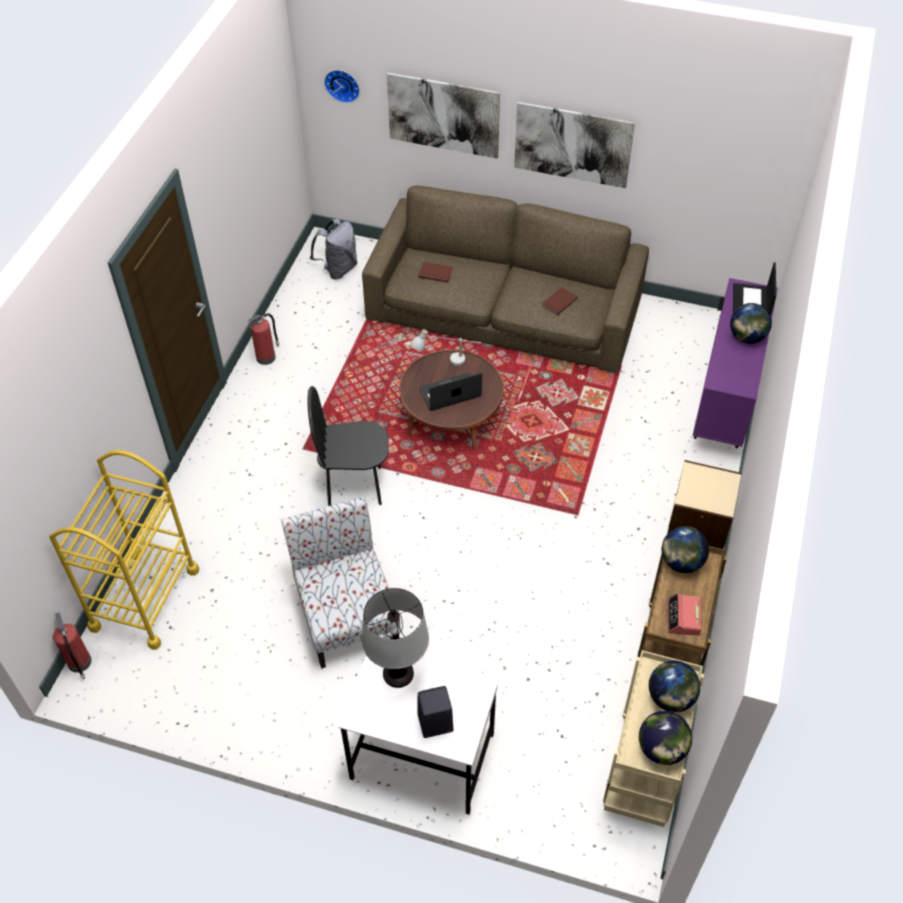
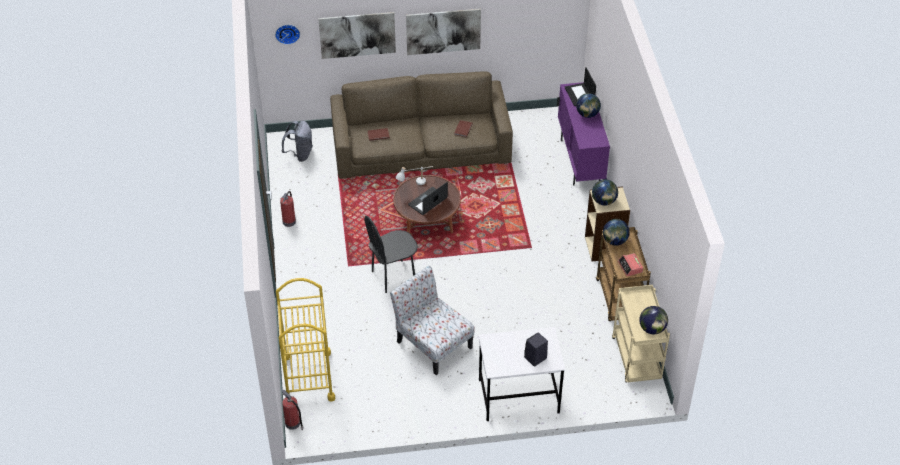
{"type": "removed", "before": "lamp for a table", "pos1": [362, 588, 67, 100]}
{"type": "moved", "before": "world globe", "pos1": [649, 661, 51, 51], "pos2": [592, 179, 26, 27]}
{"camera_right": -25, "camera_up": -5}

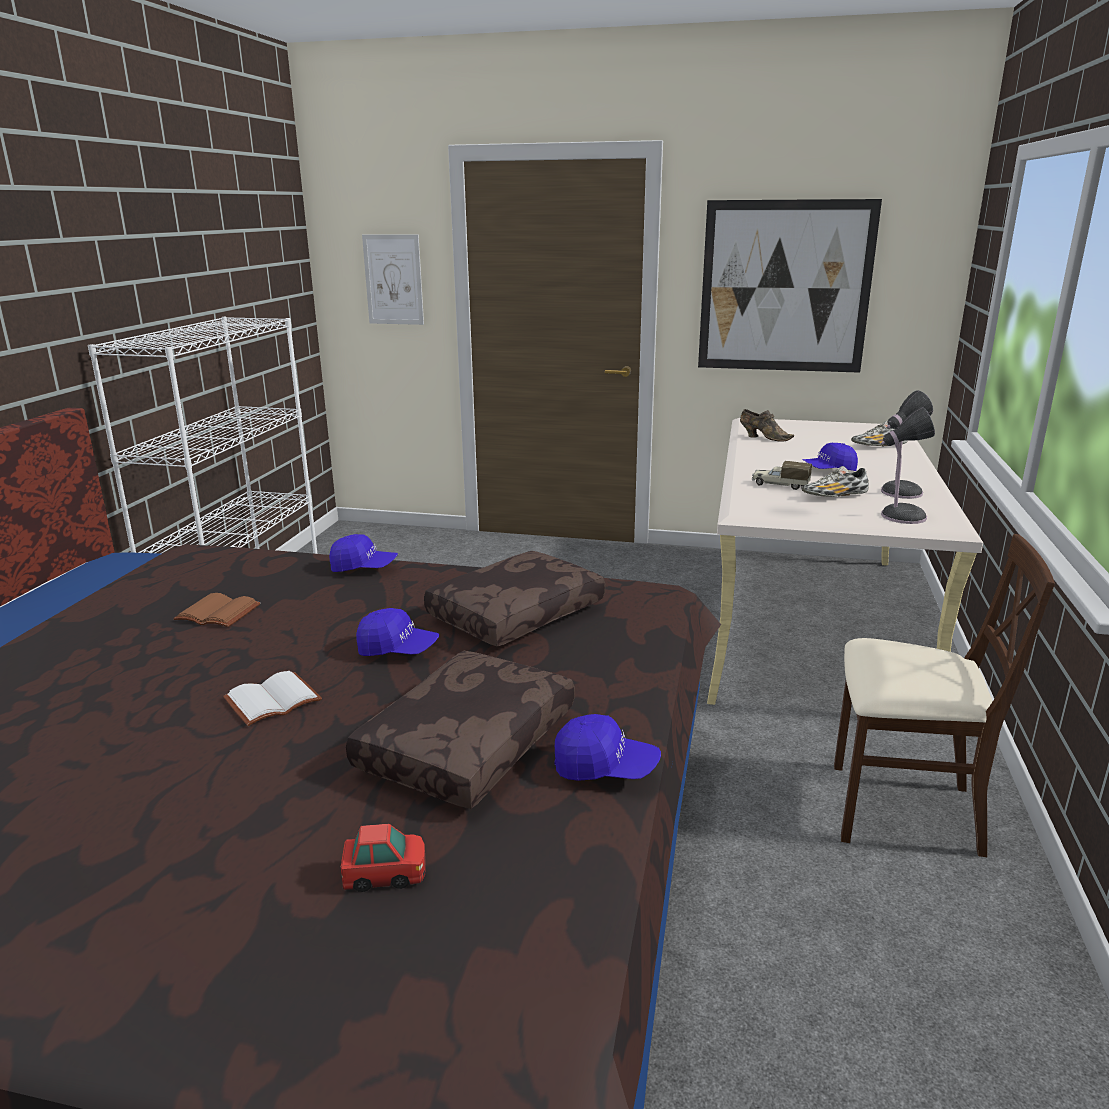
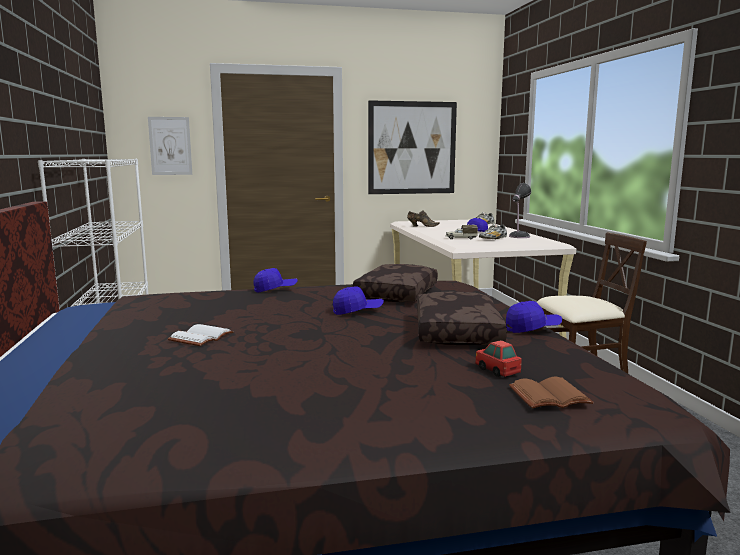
{"type": "moved", "before": "bound book in brown-coloured", "pos1": [173, 593, 87, 34], "pos2": [509, 377, 85, 32]}
{"type": "moved", "before": "bound book in whitish", "pos1": [223, 671, 99, 55], "pos2": [168, 324, 65, 22]}
{"type": "turned", "before": "toy car", "pos1": [340, 824, 86, 68], "pos2": [476, 340, 46, 37], "turn": -90}
{"type": "removed", "before": "lamp for a table", "pos1": [881, 407, 54, 117]}
{"camera_right": -25, "camera_up": -10}

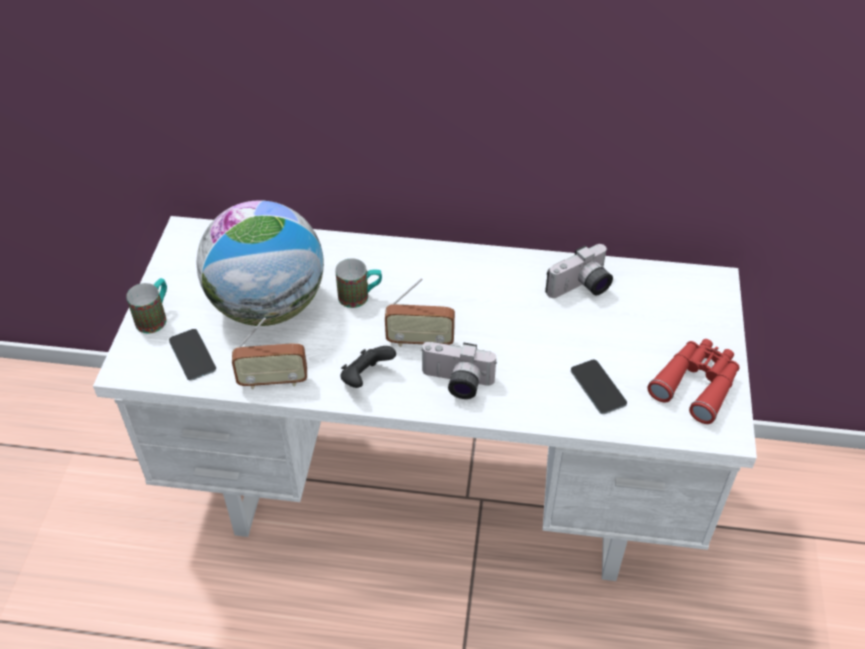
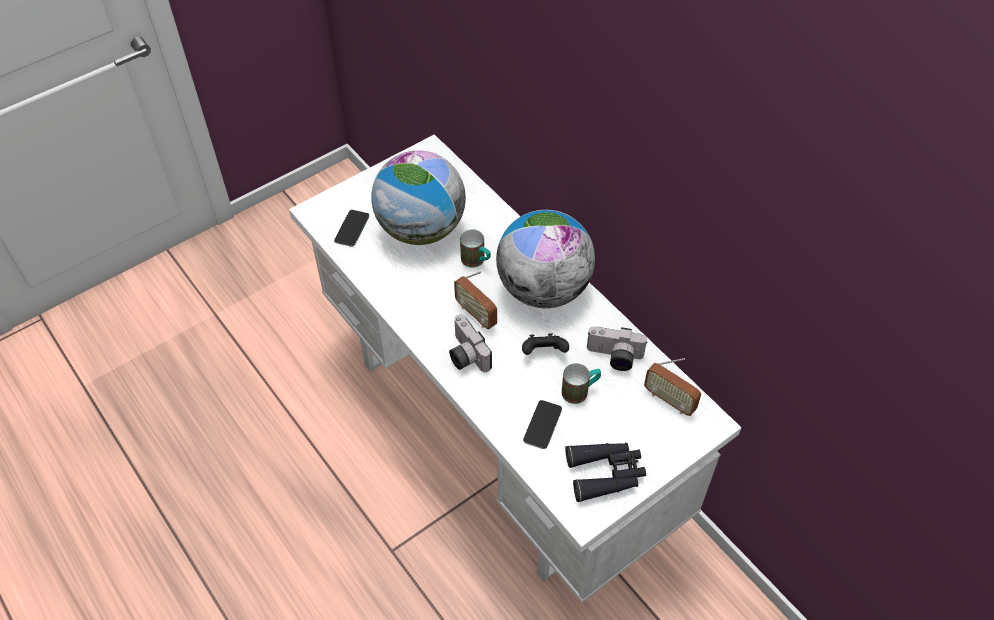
{"type": "moved", "before": "mug", "pos1": [126, 278, 41, 55], "pos2": [562, 363, 39, 41]}
{"type": "moved", "before": "radio", "pos1": [232, 318, 75, 71], "pos2": [644, 358, 57, 58]}
{"type": "moved", "before": "gamepad in blackish", "pos1": [340, 346, 56, 42], "pos2": [522, 333, 47, 22]}
{"type": "recoloured", "before": "field glasses in red", "after": "field glasses in blackish", "pos1": [647, 339, 93, 85], "pos2": [565, 443, 81, 59]}
{"type": "added", "after": "world globe", "pos2": [496, 210, 99, 98]}
{"camera_right": 45, "camera_up": 5}

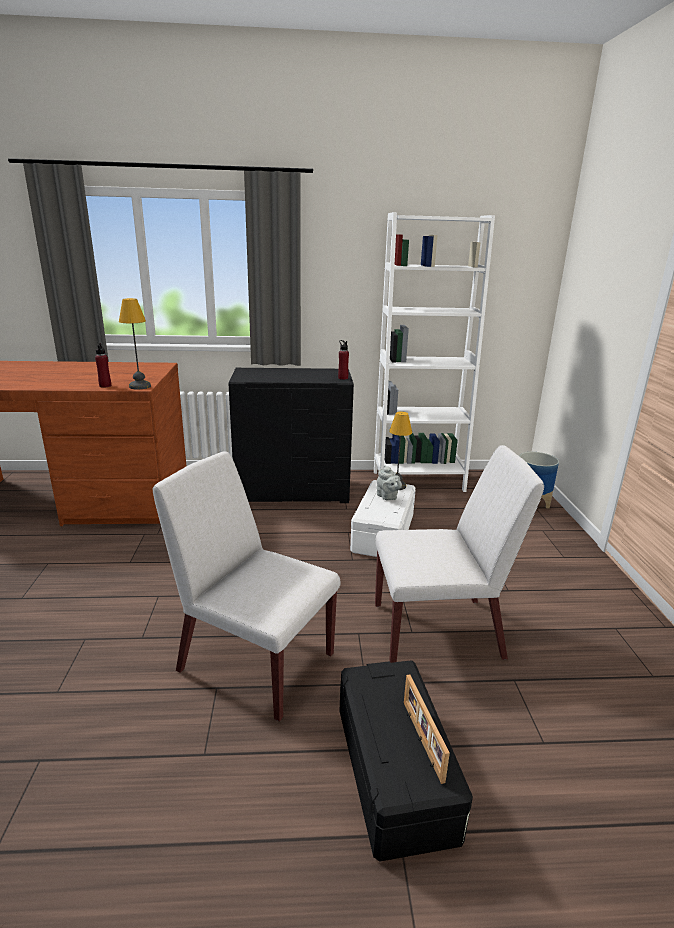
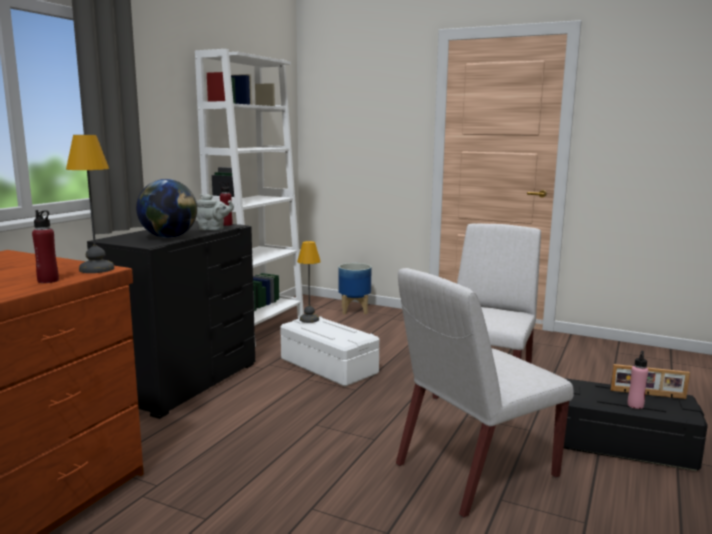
{"type": "moved", "before": "teapot in greyish", "pos1": [377, 465, 25, 35], "pos2": [196, 194, 38, 36]}
{"type": "added", "after": "world globe", "pos2": [136, 179, 61, 59]}
{"type": "added", "after": "beverage bottle in pink", "pos2": [627, 351, 21, 58]}
{"camera_right": -60, "camera_up": -10}

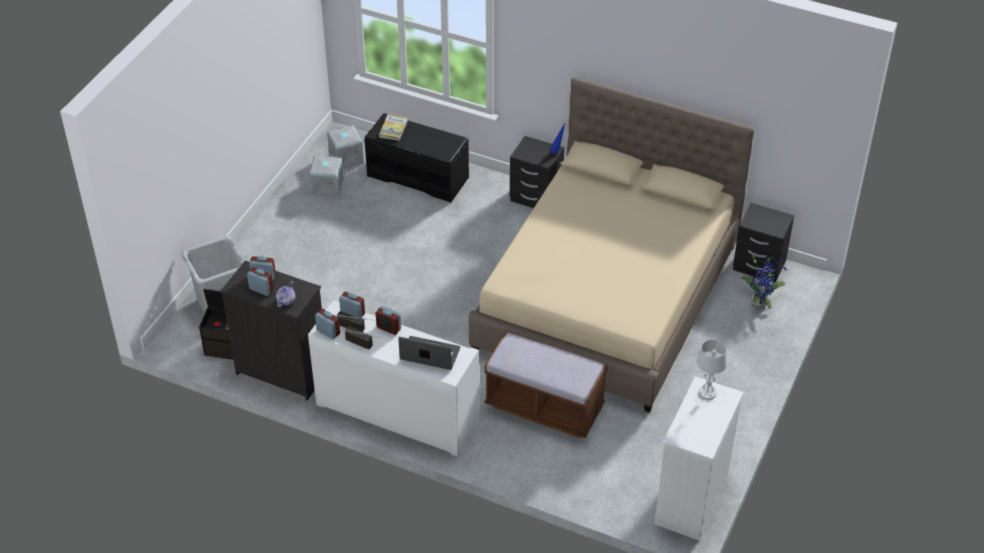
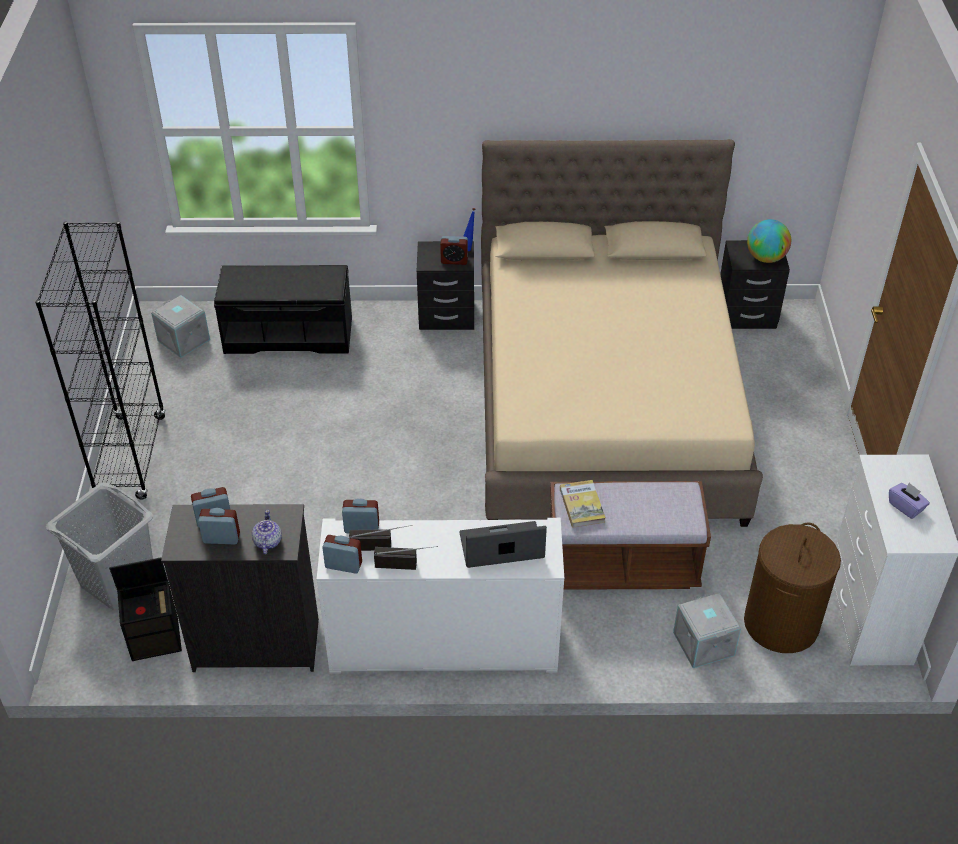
{"type": "moved", "before": "storage bin in greyish", "pos1": [309, 155, 35, 43], "pos2": [673, 593, 68, 75]}
{"type": "moved", "before": "table clock", "pos1": [376, 306, 25, 29], "pos2": [440, 236, 28, 29]}
{"type": "moved", "before": "bound book", "pos1": [379, 114, 29, 27], "pos2": [560, 480, 46, 48]}
{"type": "removed", "before": "lamp for a table in whitish", "pos1": [697, 340, 30, 60]}
{"type": "removed", "before": "houseplant", "pos1": [741, 253, 46, 56]}
{"type": "added", "after": "bookshelf in blackish", "pos2": [35, 221, 131, 279]}
{"type": "added", "after": "hamper in brown-coloured", "pos2": [744, 522, 97, 131]}
{"type": "added", "after": "world globe", "pos2": [747, 219, 44, 44]}
{"type": "added", "after": "box of tissues in purple", "pos2": [889, 483, 41, 36]}
{"camera_right": -25, "camera_up": 0}

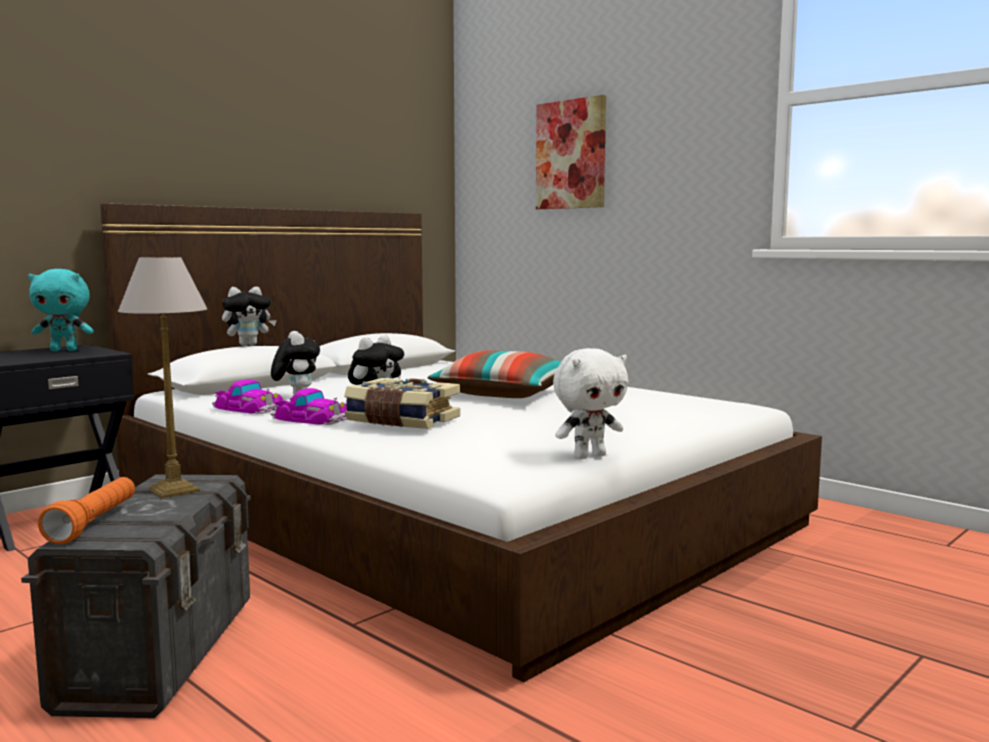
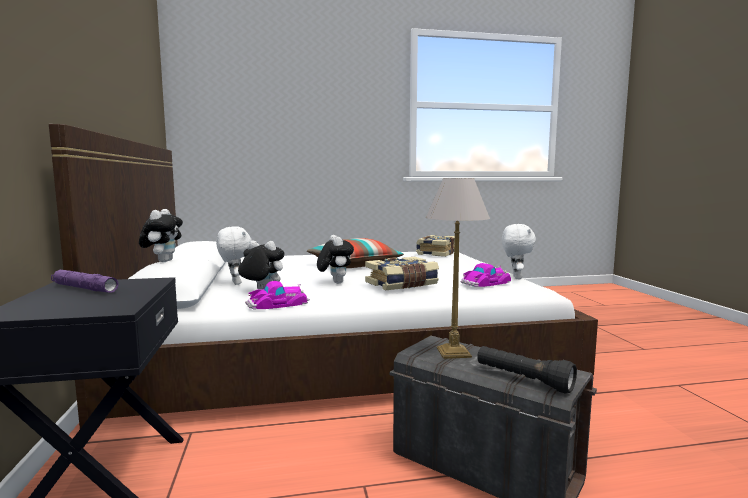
{"type": "replaced", "before": "soft toy in turquoise", "after": "hand torch in purple", "pos1": [28, 269, 66, 82], "pos2": [51, 270, 68, 23]}
{"type": "recoloured", "before": "hand torch in orange-coloured", "after": "hand torch in blackish", "pos1": [38, 477, 97, 67], "pos2": [477, 346, 100, 48]}
{"type": "moved", "before": "toy car", "pos1": [271, 388, 76, 37], "pos2": [461, 263, 50, 24]}
{"type": "removed", "before": "wall picture", "pos1": [536, 95, 70, 114]}
{"type": "added", "after": "soft toy in whitish", "pos2": [216, 226, 36, 59]}
{"type": "added", "after": "bound book", "pos2": [416, 235, 39, 22]}
{"camera_right": -55, "camera_up": 0}

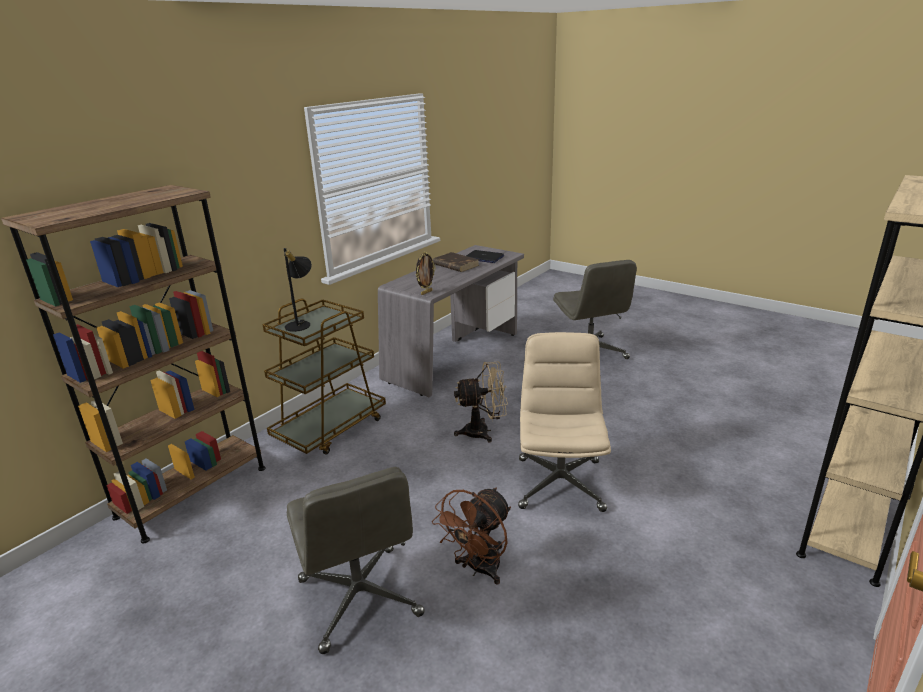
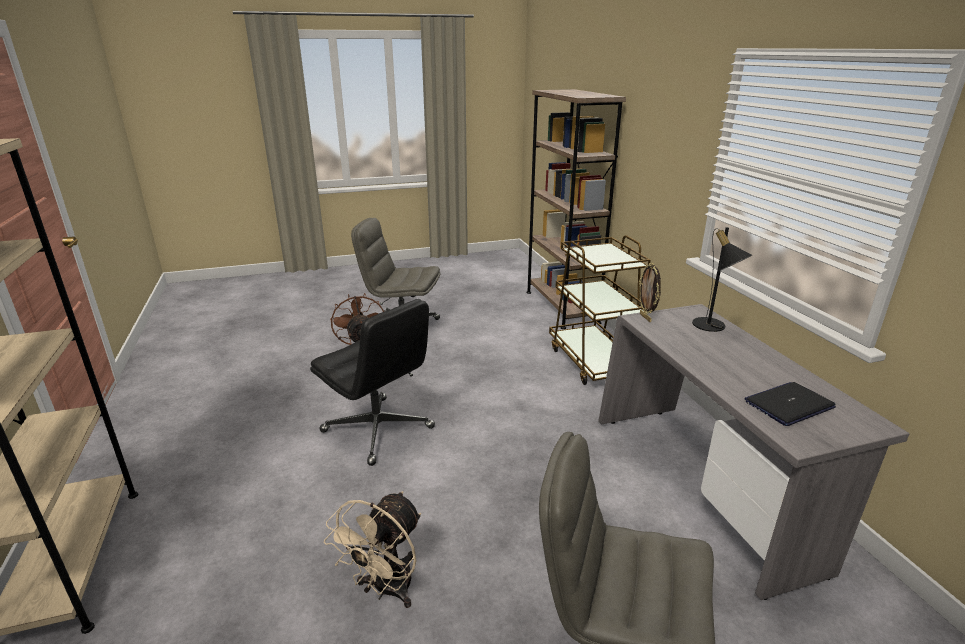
{"type": "moved", "before": "lamp for a table in blackish", "pos1": [284, 248, 28, 84], "pos2": [692, 227, 60, 105]}
{"type": "removed", "before": "bound book in brown-coloured", "pos1": [432, 252, 47, 20]}
{"type": "moved", "before": "cooling fan in beige-coloured", "pos1": [454, 361, 54, 82], "pos2": [324, 491, 97, 117]}
{"type": "recoloured", "before": "computer chair in beige-coloured", "after": "computer chair in blackish", "pos1": [518, 332, 93, 180], "pos2": [310, 299, 125, 167]}
{"camera_right": 125, "camera_up": 0}

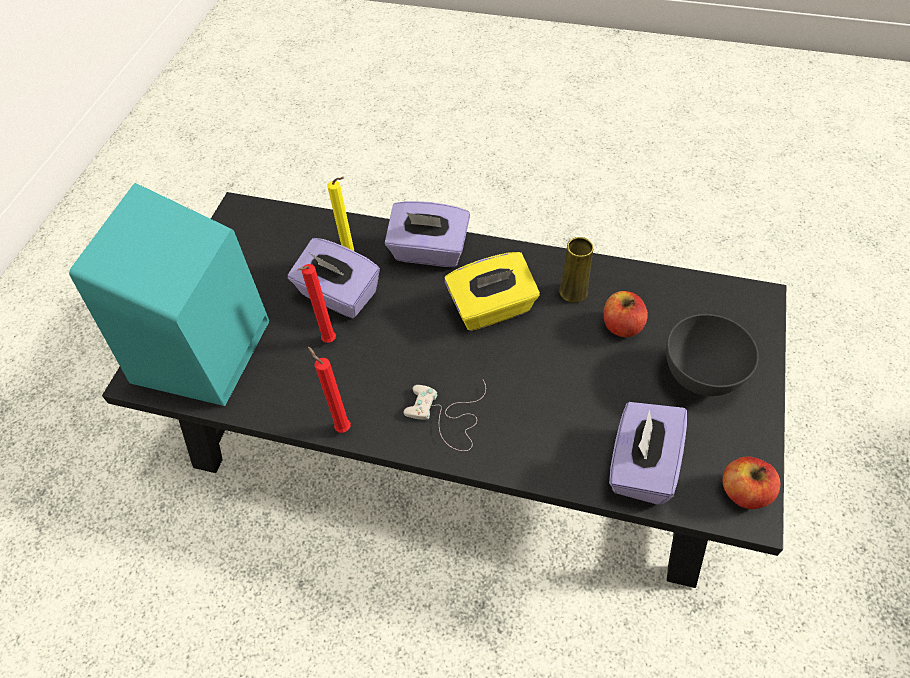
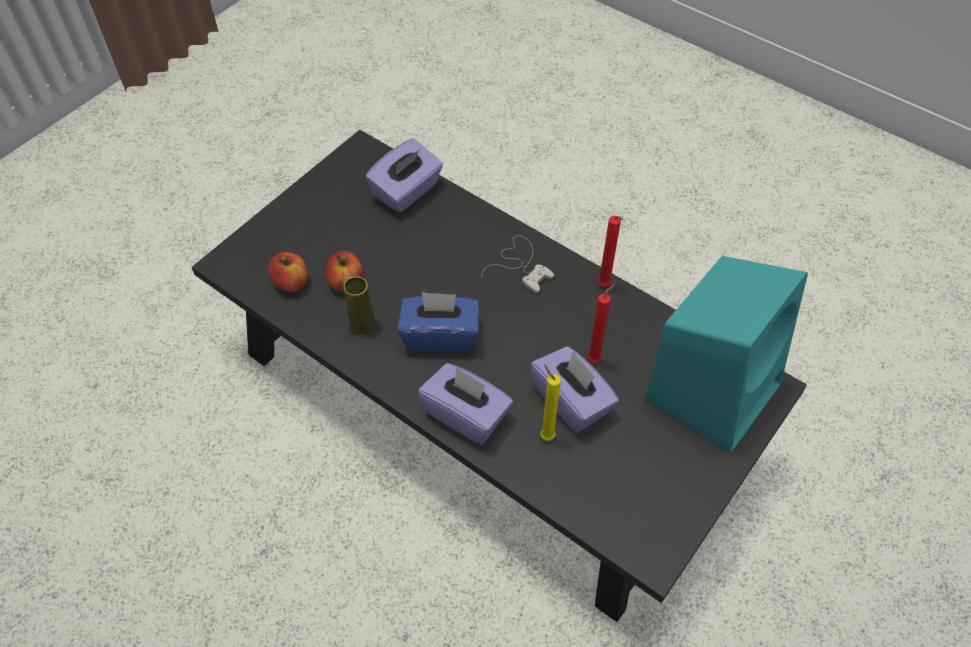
{"type": "recoloured", "before": "box of tissues in yellow-coloured", "after": "box of tissues in bluish", "pos1": [444, 252, 96, 79], "pos2": [398, 292, 81, 60]}
{"type": "removed", "before": "serving bowl in greyish", "pos1": [666, 314, 93, 82]}
{"type": "moved", "before": "whole apple", "pos1": [722, 457, 58, 52], "pos2": [268, 252, 39, 40]}
{"camera_right": -160, "camera_up": 0}

